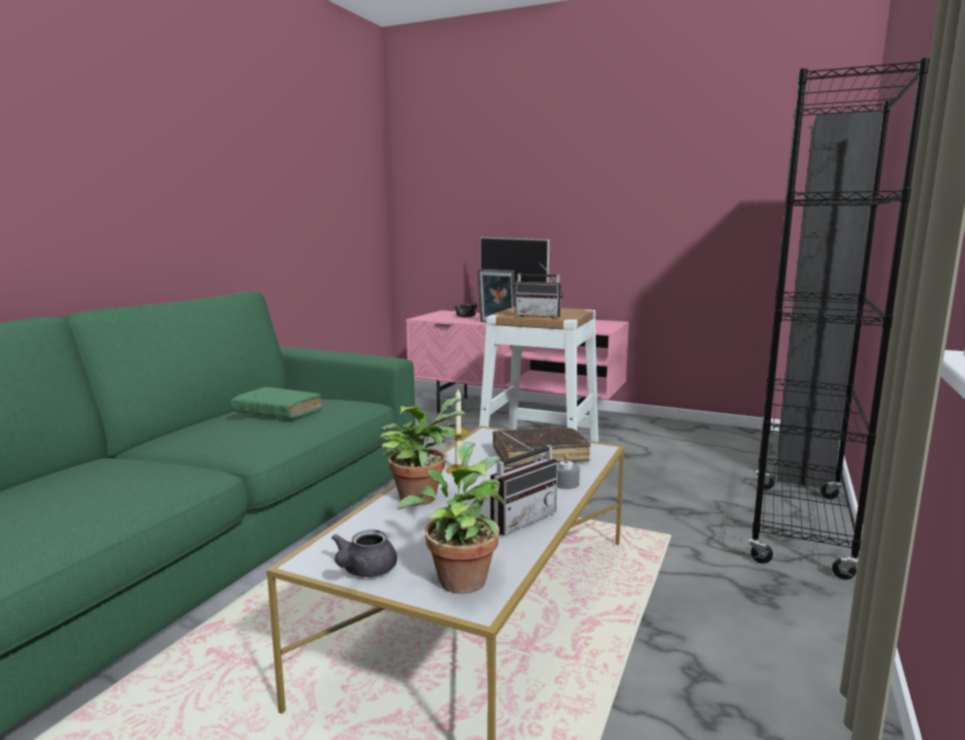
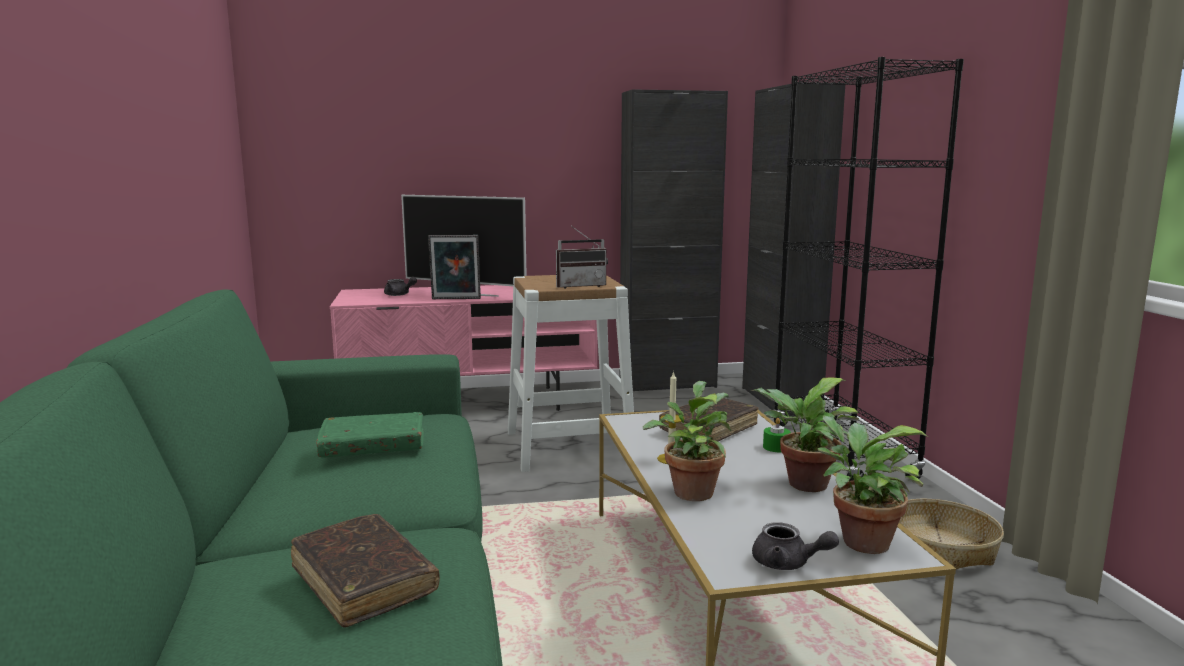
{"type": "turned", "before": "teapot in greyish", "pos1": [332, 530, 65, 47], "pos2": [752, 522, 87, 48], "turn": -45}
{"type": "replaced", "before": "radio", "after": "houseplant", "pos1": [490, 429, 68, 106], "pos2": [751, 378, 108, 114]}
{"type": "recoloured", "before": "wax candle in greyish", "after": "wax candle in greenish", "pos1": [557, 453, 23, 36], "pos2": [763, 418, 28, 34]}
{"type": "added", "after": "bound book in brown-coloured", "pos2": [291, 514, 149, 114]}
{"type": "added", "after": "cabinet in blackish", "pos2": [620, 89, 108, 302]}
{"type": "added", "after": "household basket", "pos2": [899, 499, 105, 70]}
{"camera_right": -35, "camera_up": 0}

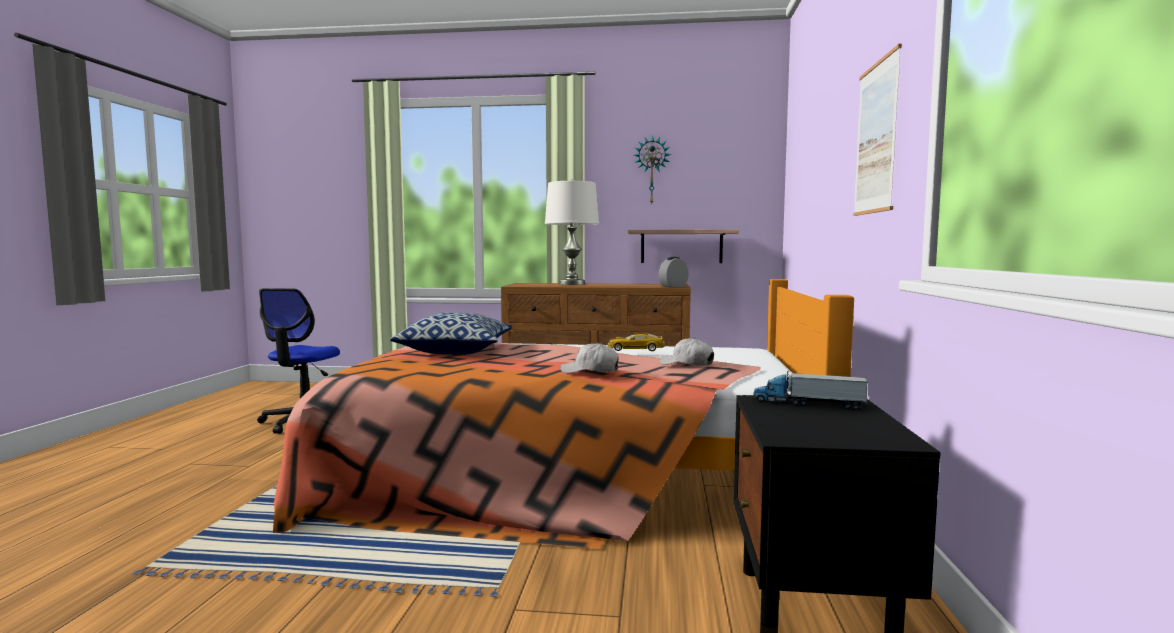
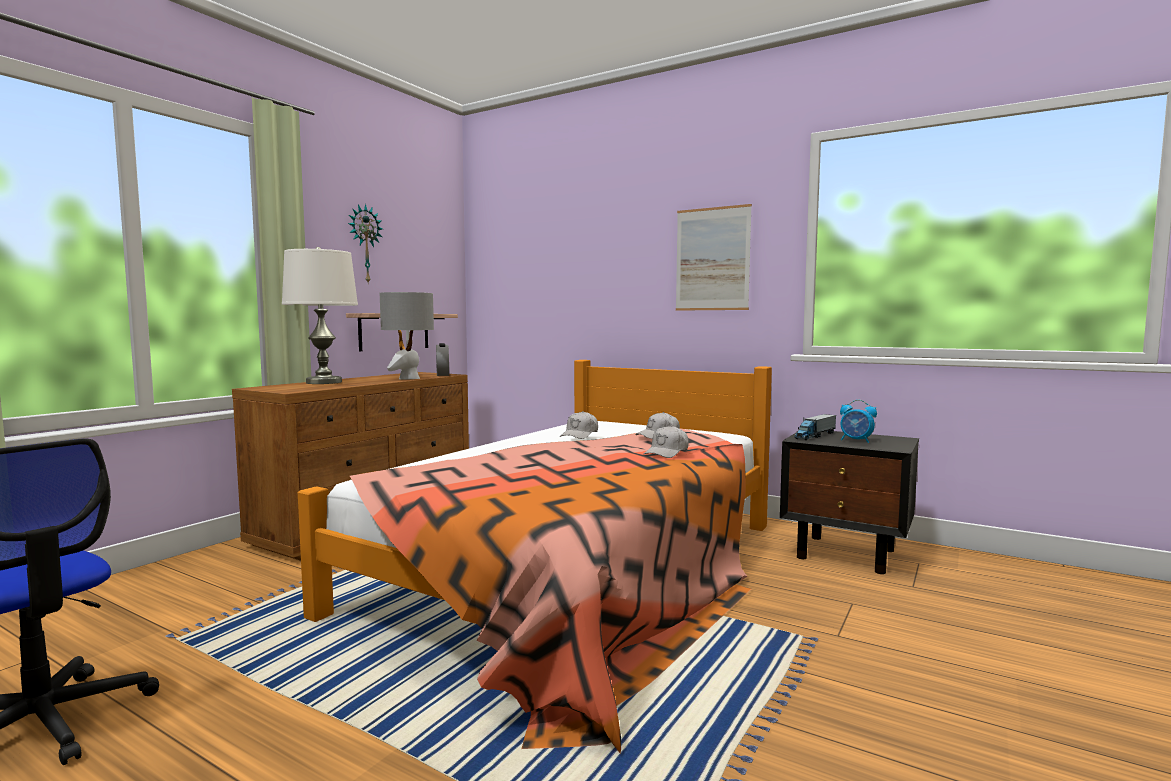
{"type": "removed", "before": "cushion", "pos1": [390, 312, 122, 43]}
{"type": "replaced", "before": "toy car", "after": "peaked cap in whitish", "pos1": [608, 333, 57, 18], "pos2": [560, 411, 38, 28]}
{"type": "added", "after": "lamp for a table in greyish", "pos2": [380, 292, 54, 87]}
{"type": "added", "after": "table clock", "pos2": [840, 400, 37, 43]}
{"camera_right": -65, "camera_up": 0}

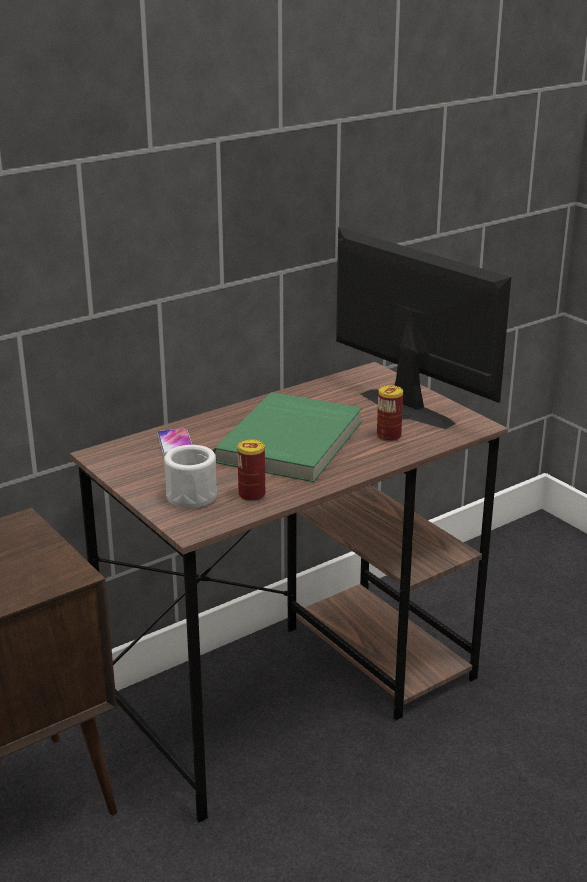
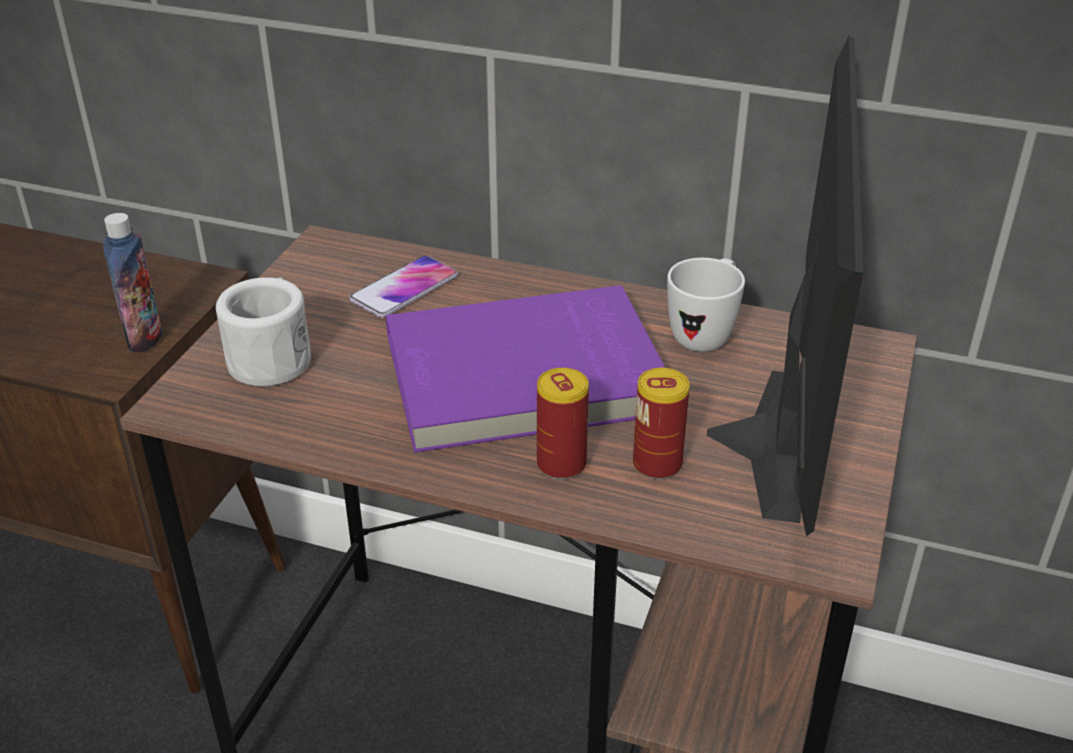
{"type": "recoloured", "before": "bound book in greenish", "after": "bound book in purple", "pos1": [213, 392, 149, 90], "pos2": [386, 285, 279, 167]}
{"type": "moved", "before": "can", "pos1": [237, 439, 28, 63], "pos2": [537, 368, 52, 112]}
{"type": "added", "after": "beverage bottle", "pos2": [103, 213, 59, 139]}
{"type": "added", "after": "mug in whitish", "pos2": [667, 258, 78, 94]}
{"camera_right": 55, "camera_up": 10}

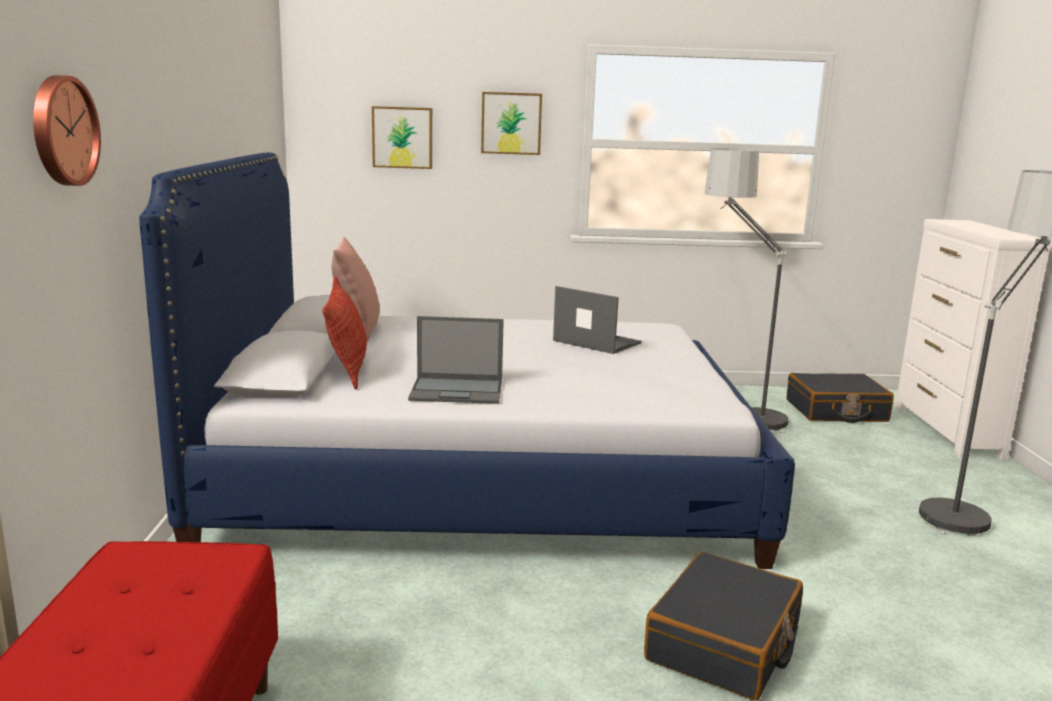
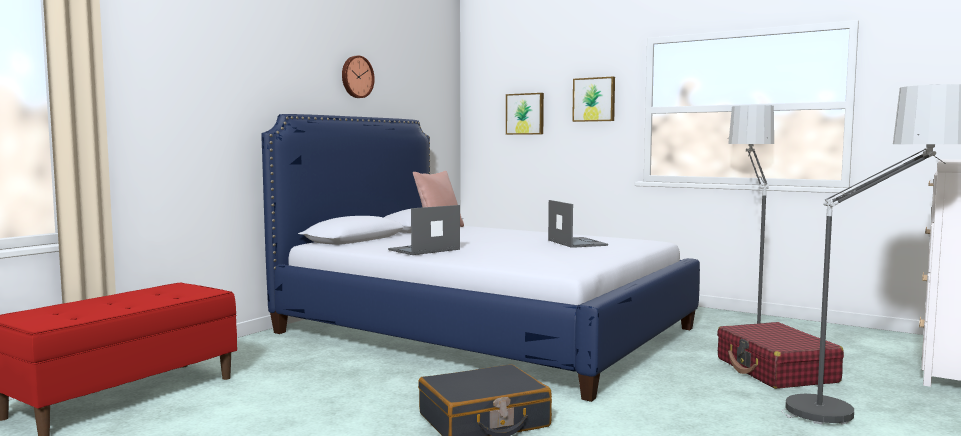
{"type": "moved", "before": "wall clock", "pos1": [33, 75, 68, 111], "pos2": [342, 56, 33, 42]}
{"type": "removed", "before": "cushion", "pos1": [322, 276, 45, 114]}
{"type": "turned", "before": "notebook computer", "pos1": [408, 316, 96, 88], "pos2": [388, 205, 72, 50], "turn": 105}
{"type": "removed", "before": "piece of luggage in blackish", "pos1": [787, 373, 107, 50]}
{"type": "added", "after": "piece of luggage in red", "pos2": [717, 322, 127, 67]}
{"camera_right": 35, "camera_up": -10}

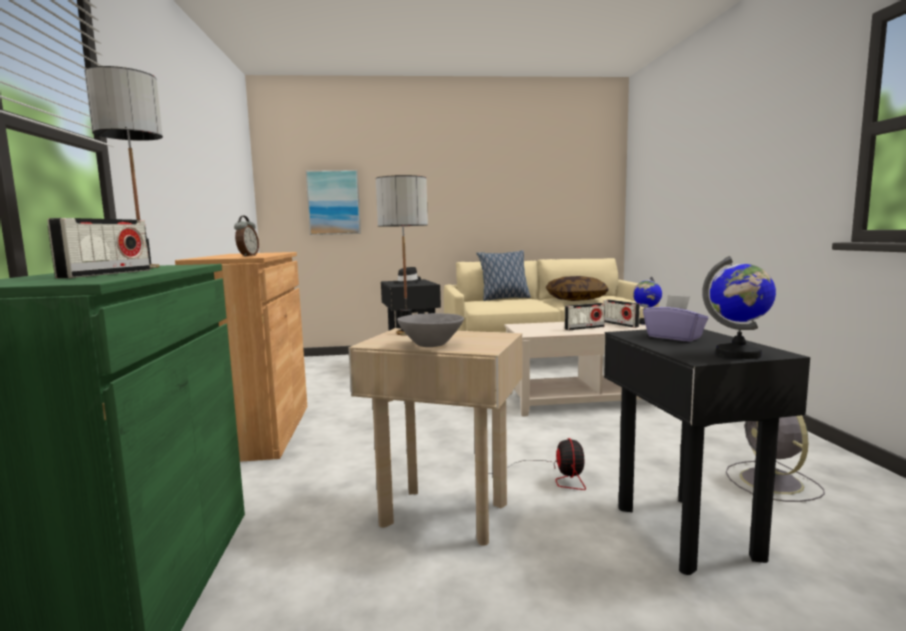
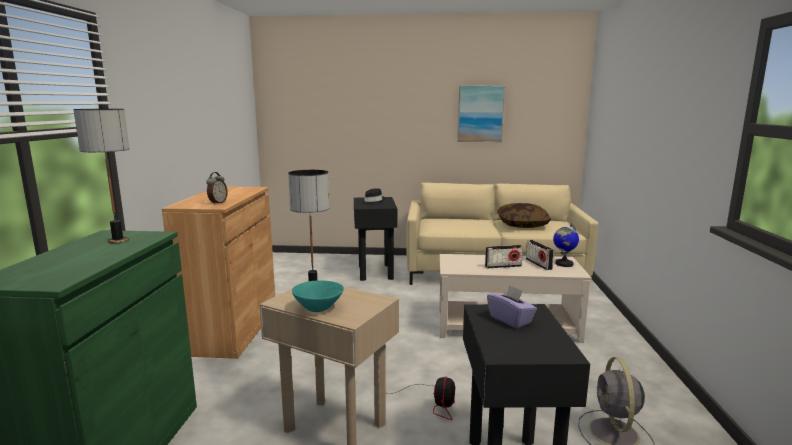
{"type": "removed", "before": "radio", "pos1": [47, 218, 103, 60]}
{"type": "moved", "before": "wall picture", "pos1": [306, 170, 55, 65], "pos2": [458, 85, 47, 57]}
{"type": "recoloured", "before": "serving bowl in greyish", "after": "serving bowl in turquoise", "pos1": [397, 313, 67, 34], "pos2": [292, 280, 52, 32]}
{"type": "removed", "before": "cushion", "pos1": [477, 250, 54, 51]}
{"type": "removed", "before": "world globe", "pos1": [702, 256, 74, 103]}
{"camera_right": 10, "camera_up": 5}

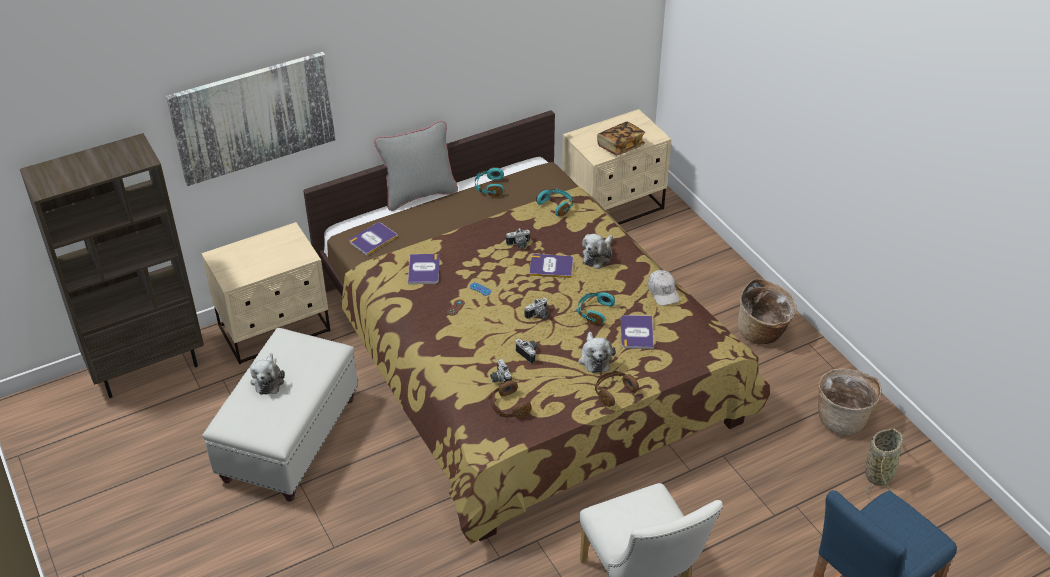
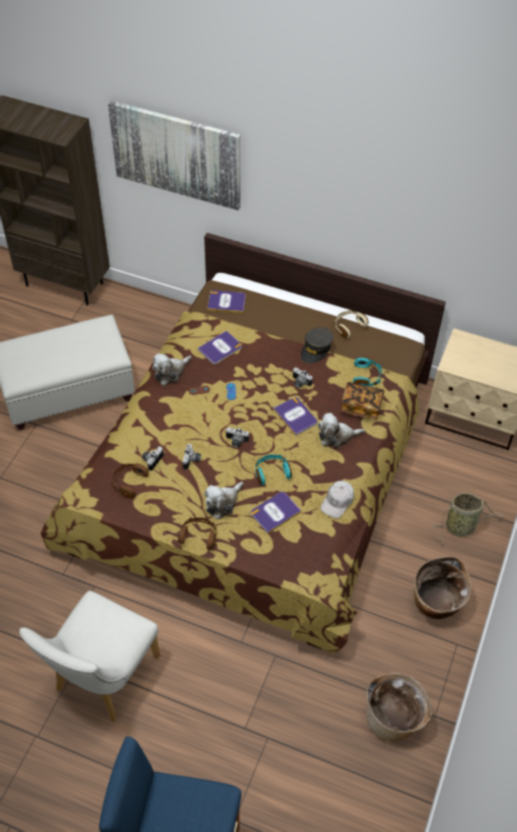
{"type": "removed", "before": "bedside table in beige-coloured", "pos1": [202, 222, 128, 142]}
{"type": "moved", "before": "soft toy", "pos1": [250, 353, 35, 42], "pos2": [153, 353, 39, 33]}
{"type": "removed", "before": "cushion in greyish", "pos1": [374, 121, 84, 90]}
{"type": "recoloured", "before": "headset in turquoise", "after": "headset in beige-coloured", "pos1": [475, 167, 29, 30], "pos2": [334, 310, 34, 28]}
{"type": "moved", "before": "bound book", "pos1": [597, 122, 48, 33], "pos2": [340, 382, 44, 38]}
{"type": "moved", "before": "household basket", "pos1": [865, 428, 38, 71], "pos2": [431, 493, 73, 51]}
{"type": "added", "after": "peaked cap in greyish", "pos2": [301, 327, 32, 36]}
{"camera_right": 50, "camera_up": 10}

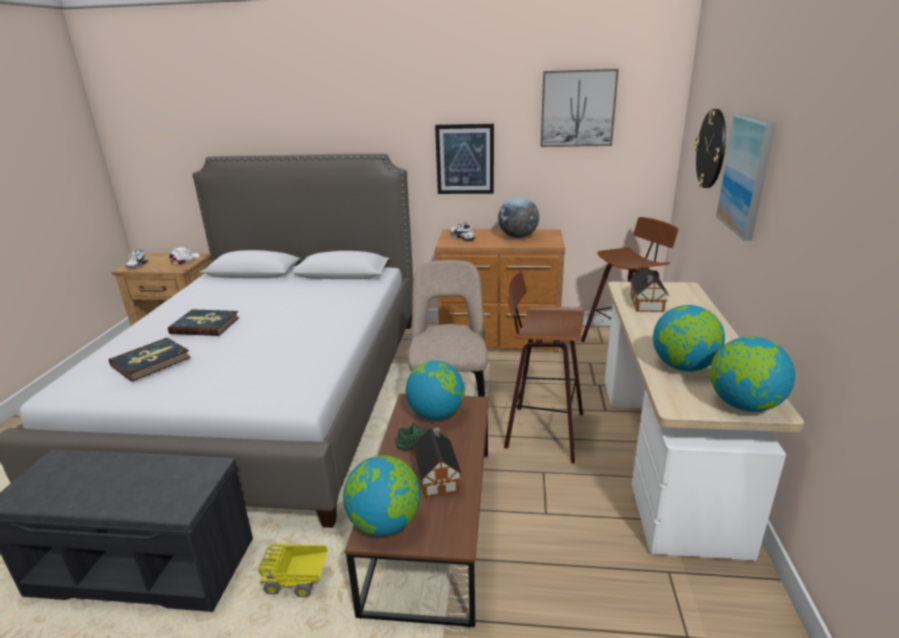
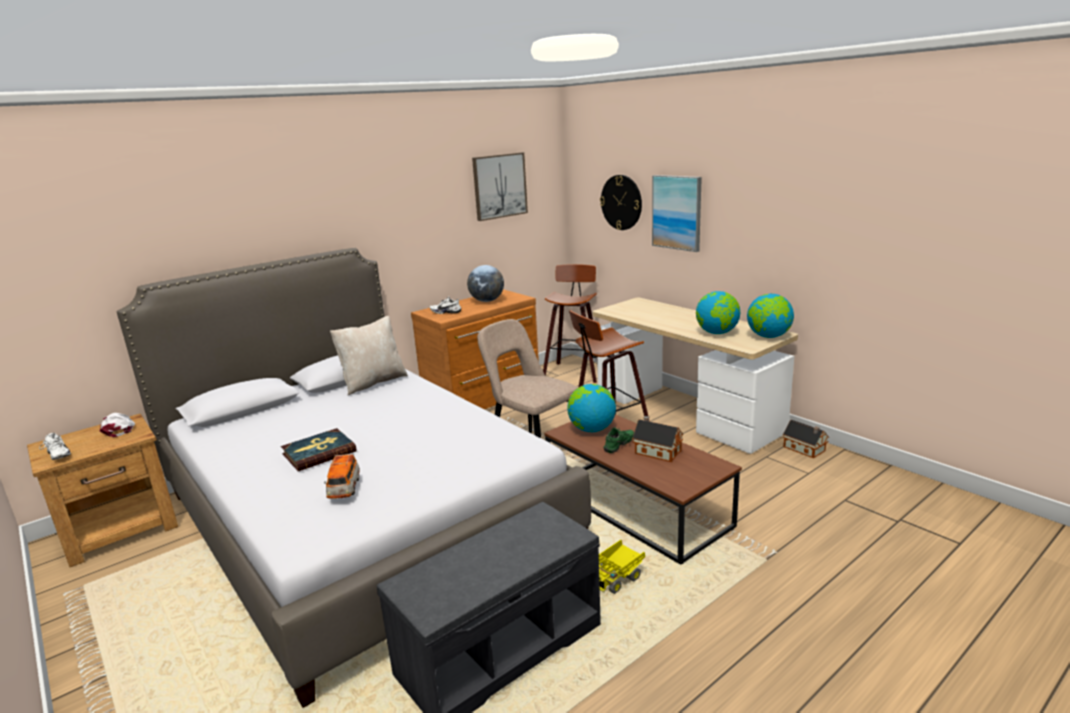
{"type": "replaced", "before": "bound book", "after": "toy car", "pos1": [108, 338, 83, 44], "pos2": [324, 454, 36, 45]}
{"type": "removed", "before": "world globe", "pos1": [343, 455, 78, 81]}
{"type": "removed", "before": "wall picture", "pos1": [435, 124, 59, 70]}
{"type": "moved", "before": "toy house", "pos1": [630, 267, 39, 45], "pos2": [783, 420, 46, 38]}
{"type": "added", "after": "cushion in beige-coloured", "pos2": [330, 316, 78, 79]}
{"camera_right": -45, "camera_up": -5}

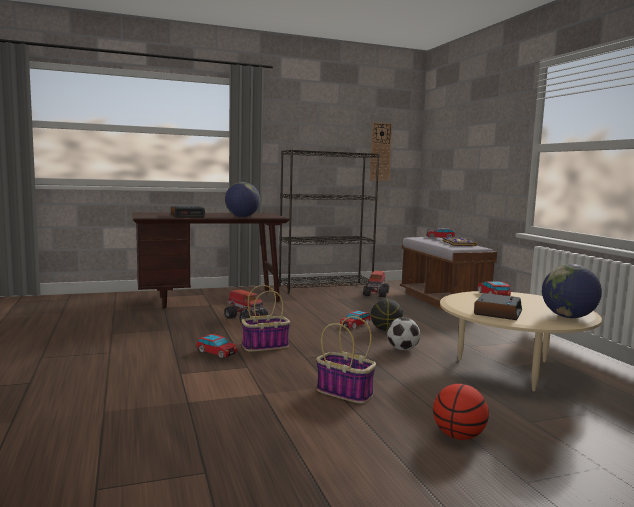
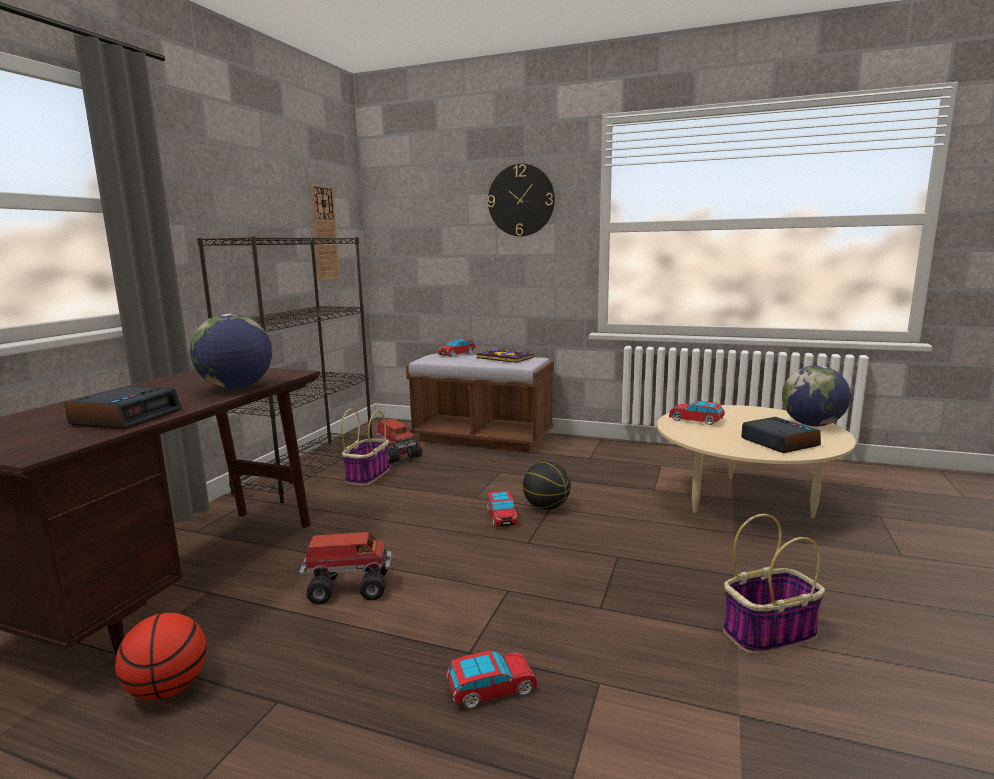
{"type": "moved", "before": "household basket", "pos1": [241, 285, 49, 67], "pos2": [341, 409, 48, 77]}
{"type": "removed", "before": "ball for football", "pos1": [387, 317, 33, 33]}
{"type": "moved", "before": "basketball", "pos1": [433, 384, 56, 56], "pos2": [115, 613, 92, 87]}
{"type": "added", "after": "wall clock", "pos2": [488, 164, 67, 72]}
{"camera_right": -50, "camera_up": 5}

